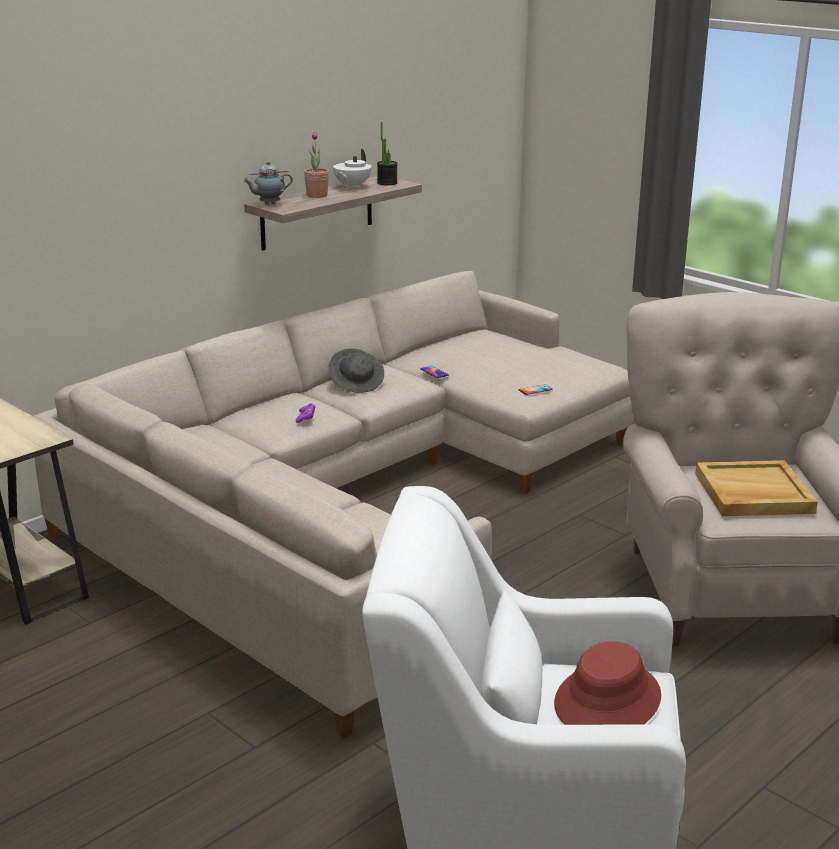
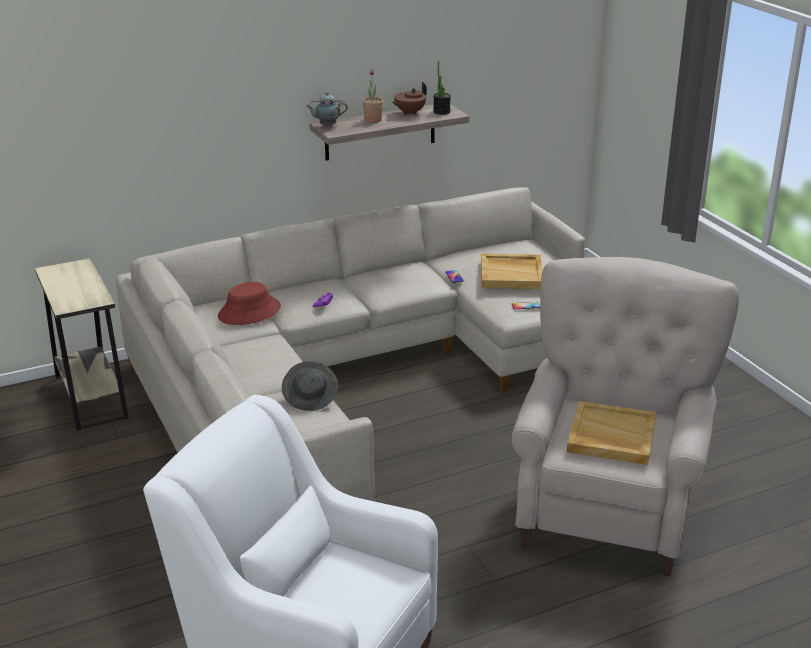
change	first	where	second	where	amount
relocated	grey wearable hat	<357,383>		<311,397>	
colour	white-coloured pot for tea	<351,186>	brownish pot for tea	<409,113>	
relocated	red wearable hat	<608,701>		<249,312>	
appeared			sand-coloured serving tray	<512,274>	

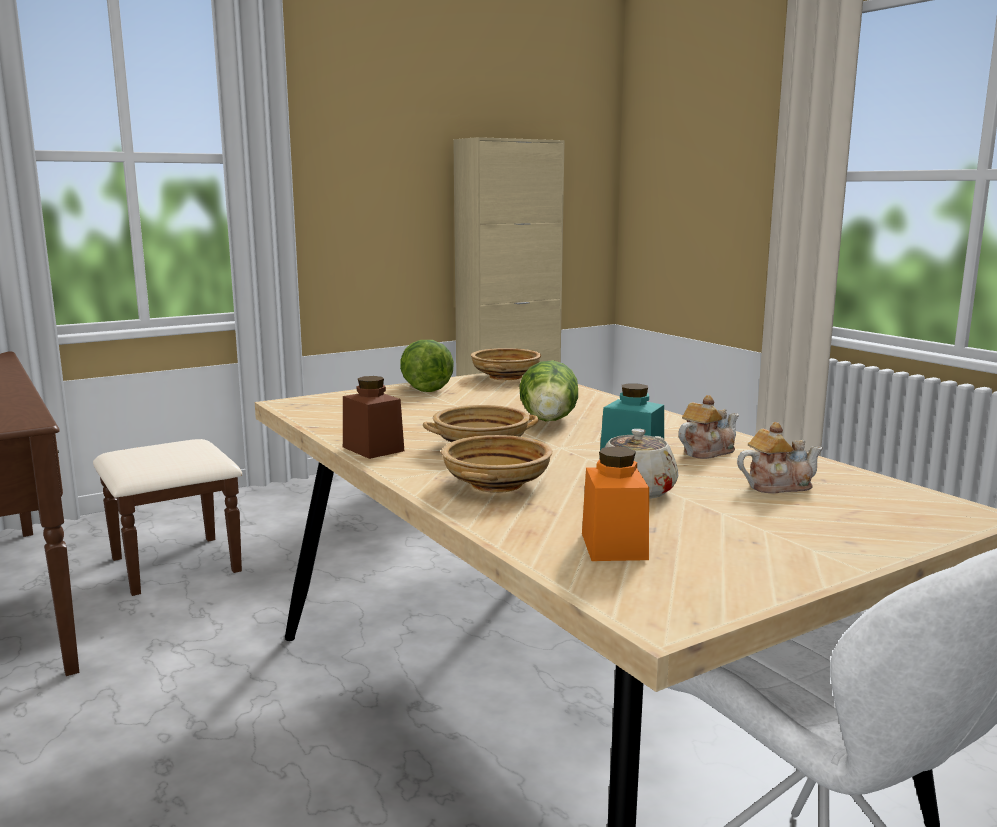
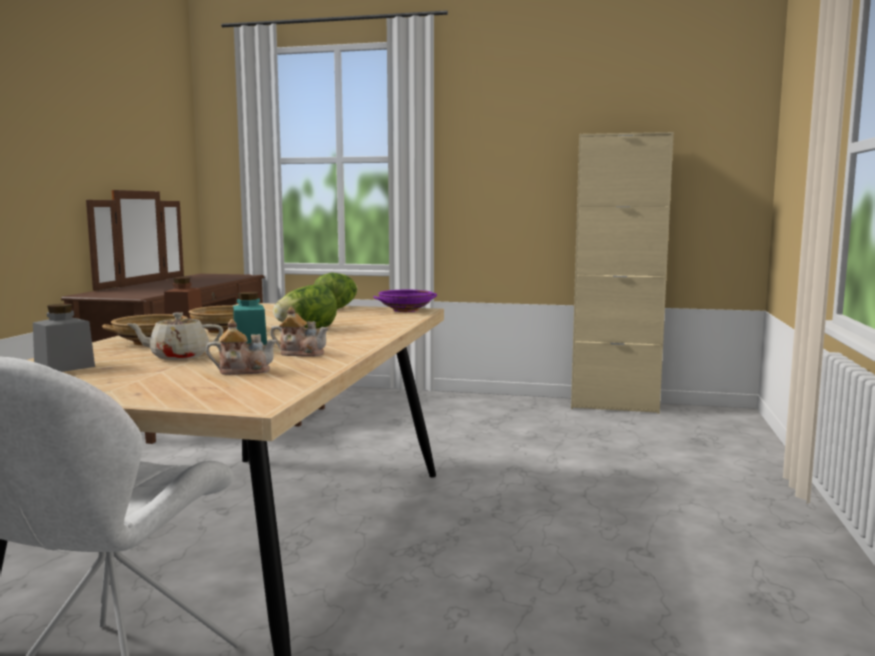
change	first	where	second	where	amount
colour	sand-coloured serving bowl	<506,377>	purple-coloured serving bowl	<405,310>	
colour	orangey preserve jar	<614,546>	grey preserve jar	<64,367>	
spun	pot for tea	<777,486>		<243,371>	45 degrees counterclockwise

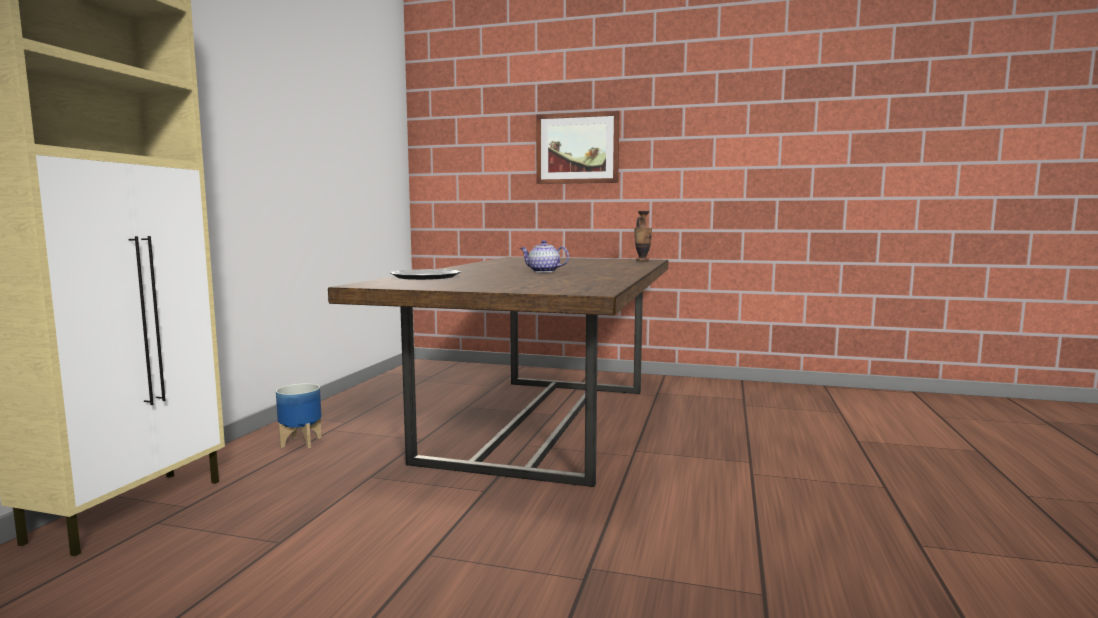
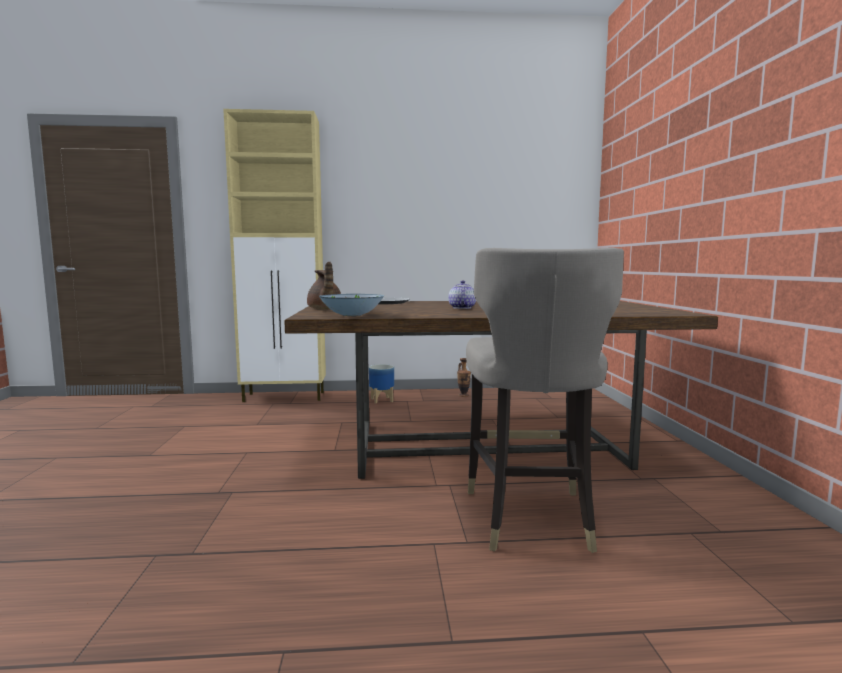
change	first	where	second	where	amount
missing	picture	<577,148>			
relocated	vase	<642,260>		<463,395>	
appeared			brownish pot for tea	<324,309>	
appeared			serving bowl	<352,315>	
appeared			grey sitting stool	<530,519>	

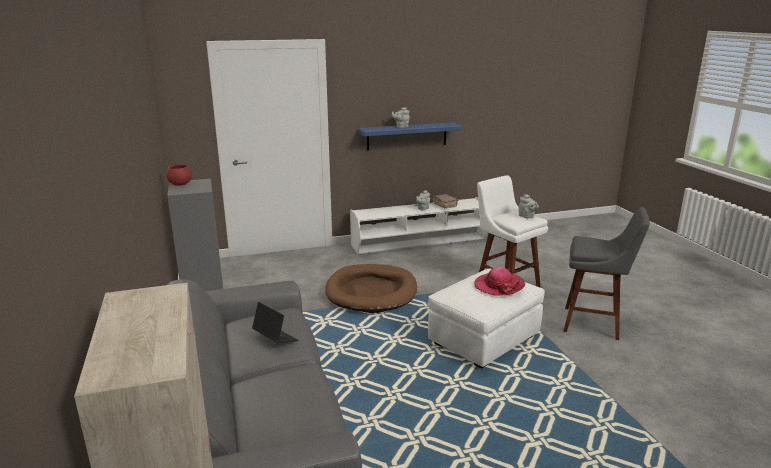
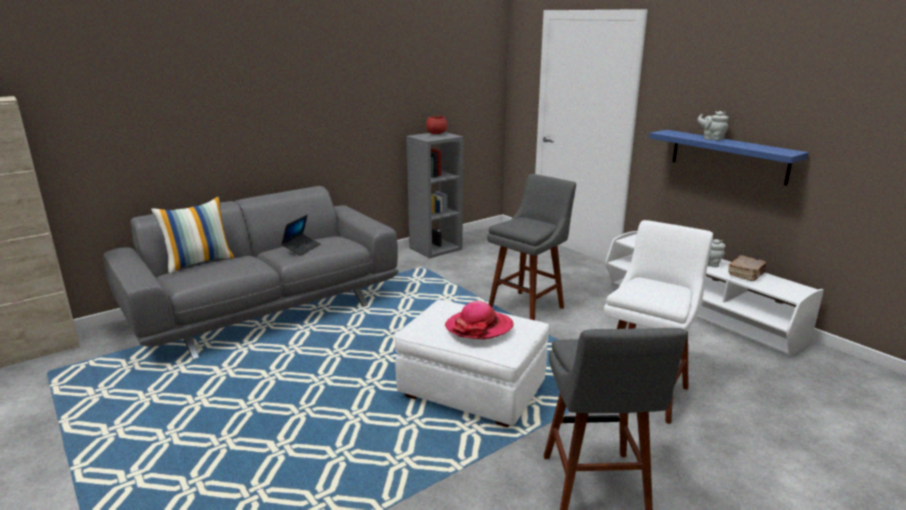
change	first	where	second	where	amount
exchanged	brownish dog cushion	<371,292>	grey sitting stool	<528,307>	
missing	grey pot for tea	<527,216>			
appeared			pillow	<199,262>	

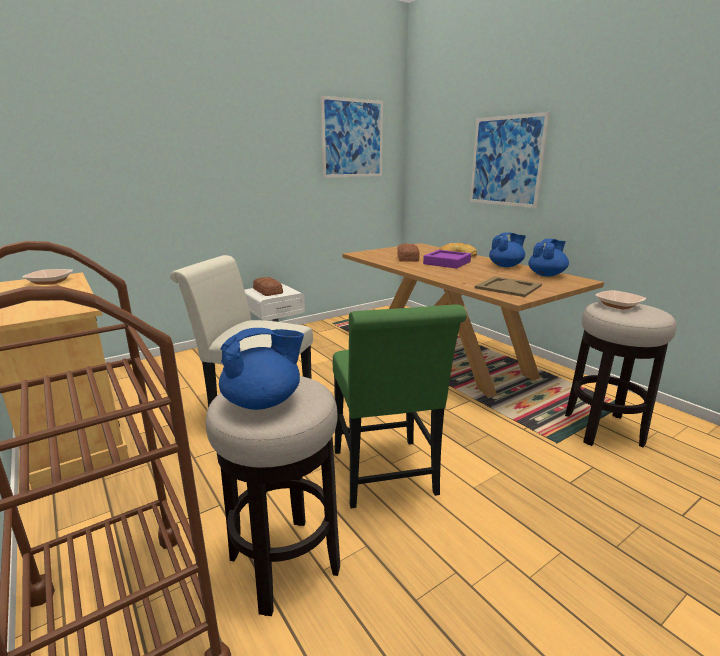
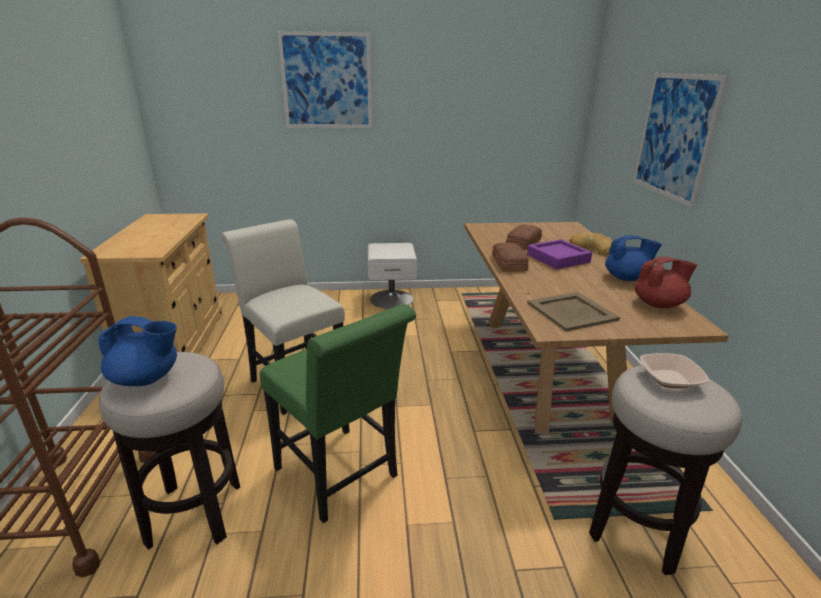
change	first	where	second	where	amount
missing	serving bowl	<50,282>			
relocated	bread	<267,291>		<508,263>	
relocated	picture	<352,138>		<327,81>	
spun	greenish chair	<386,477>		<341,477>	60 degrees counterclockwise
colour	blue-coloured pot for tea	<546,275>	red pot for tea	<659,304>	

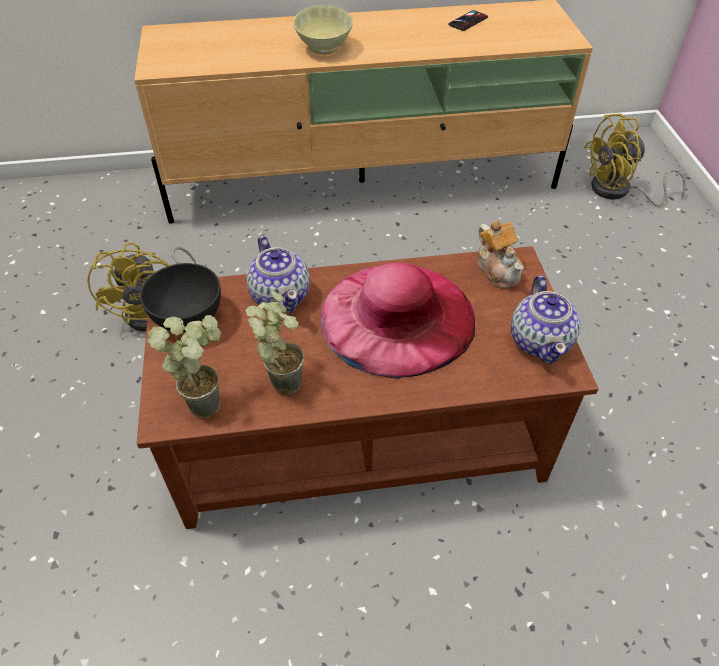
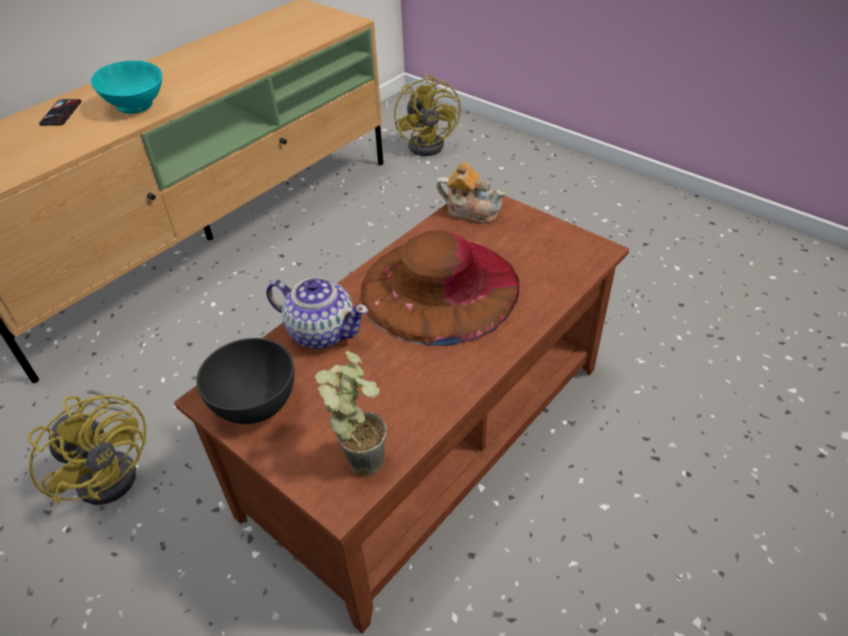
change	first	where	second	where	amount
missing	plant in a pot	<281,378>			
colour	sand-coloured serving bowl	<323,48>	turquoise-coloured serving bowl	<135,107>	
colour	pinkish wearable hat	<397,317>	brownish wearable hat	<439,287>	
relocated	telephone	<468,21>		<61,113>	
missing	pot for tea	<540,341>			
spun	yellow-coloured cooling fan	<618,192>		<431,144>	45 degrees counterclockwise

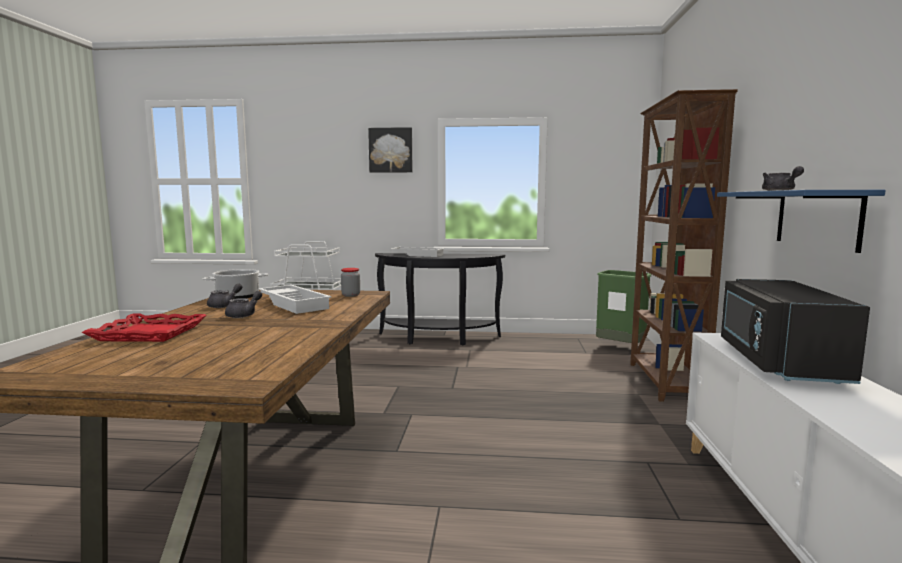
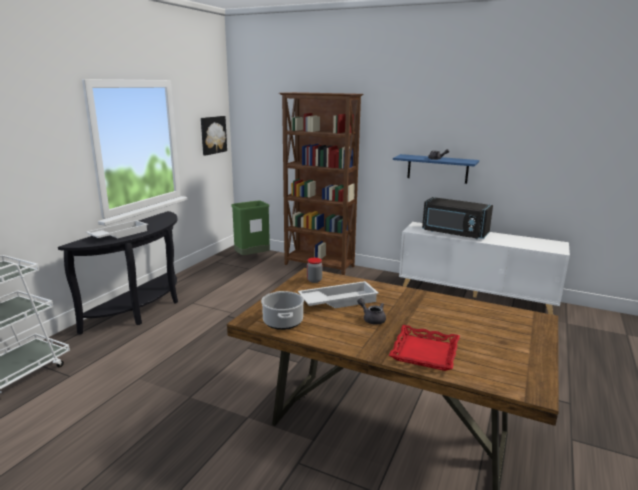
change	first	where	second	where	amount
missing	grey pot for tea	<225,305>			
relocated	picture	<391,150>		<212,135>	

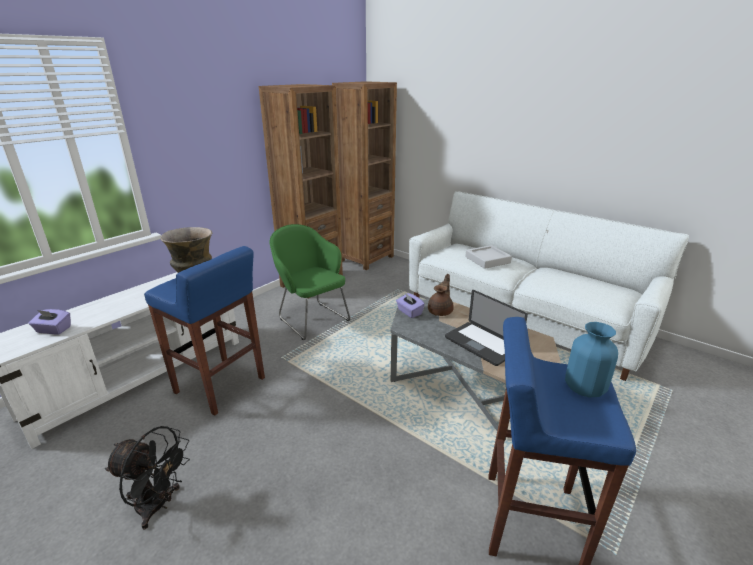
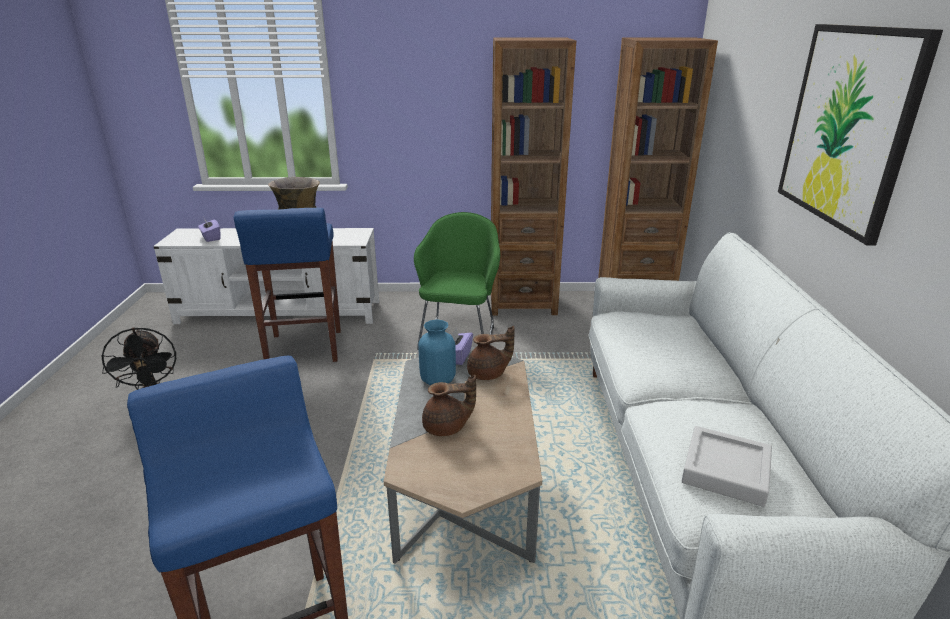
change	first	where	second	where	amount
exchanged	notebook computer	<481,344>	brownish pot for tea	<447,427>	
relocated	grey serving tray	<487,260>		<725,471>	
relocated	blue-coloured vase	<584,388>		<437,379>	
appeared			picture	<848,127>	

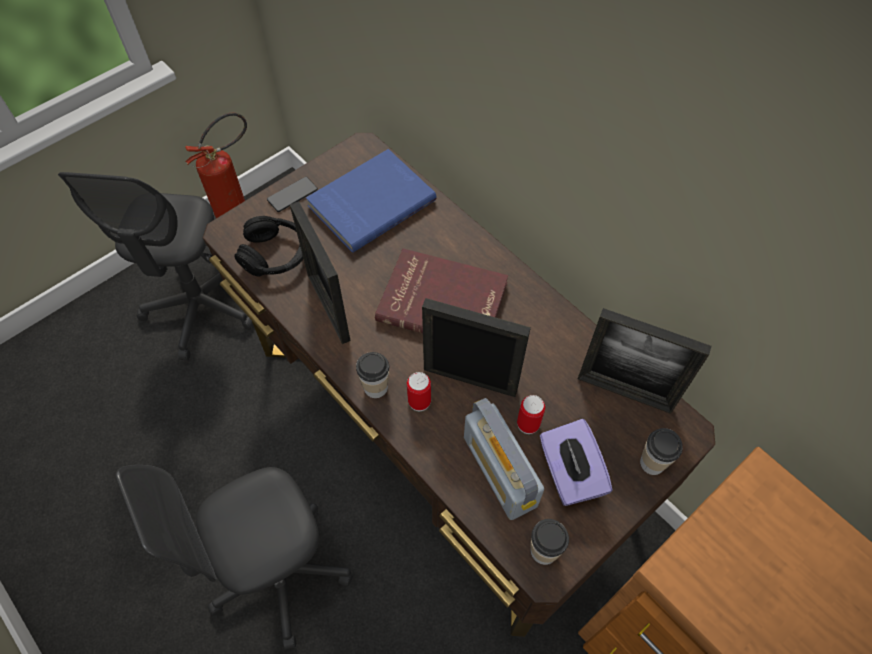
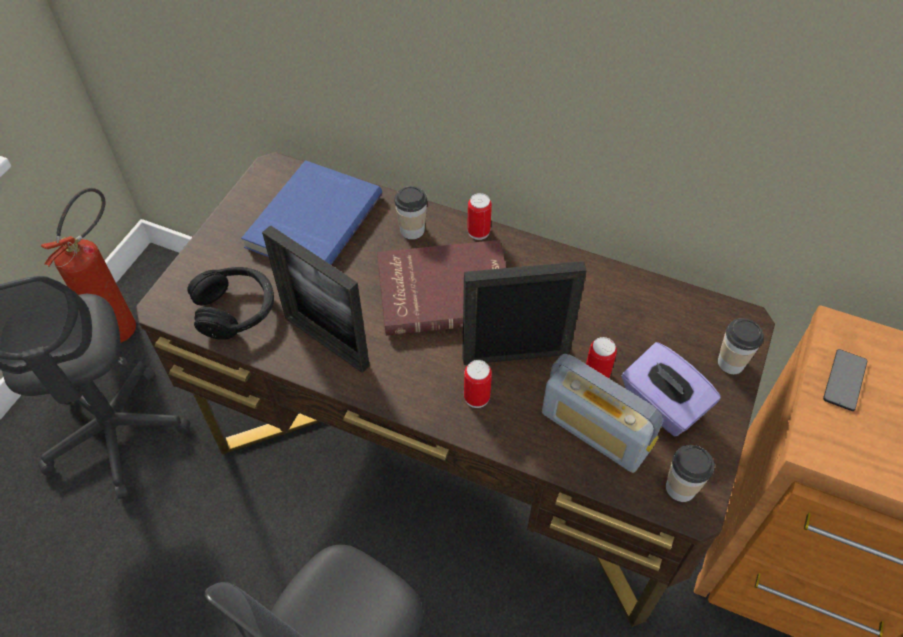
change	first	where	second	where	amount
relocated	telephone	<292,195>		<844,380>	
relocated	cup	<375,387>		<412,230>	
missing	photo frame	<624,392>			
appeared			metal can	<478,231>	

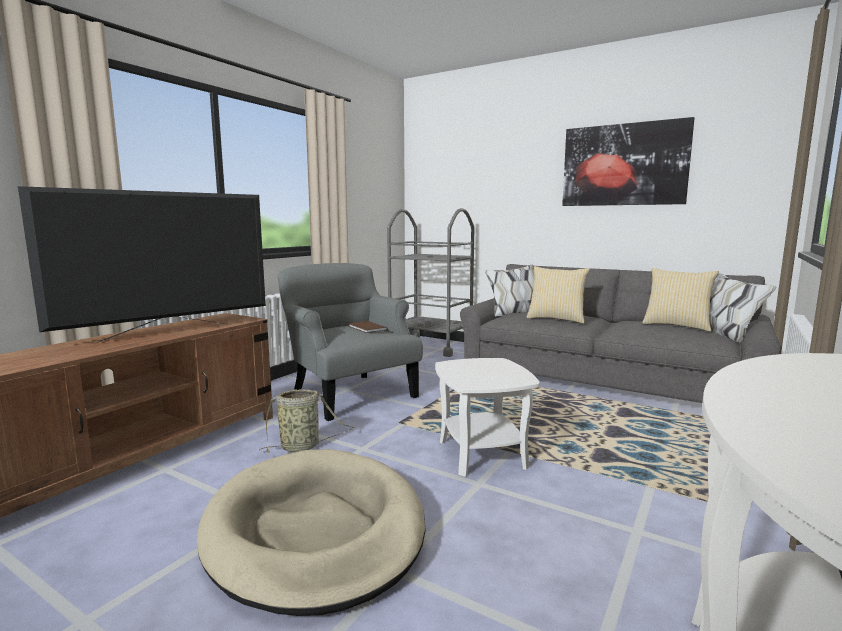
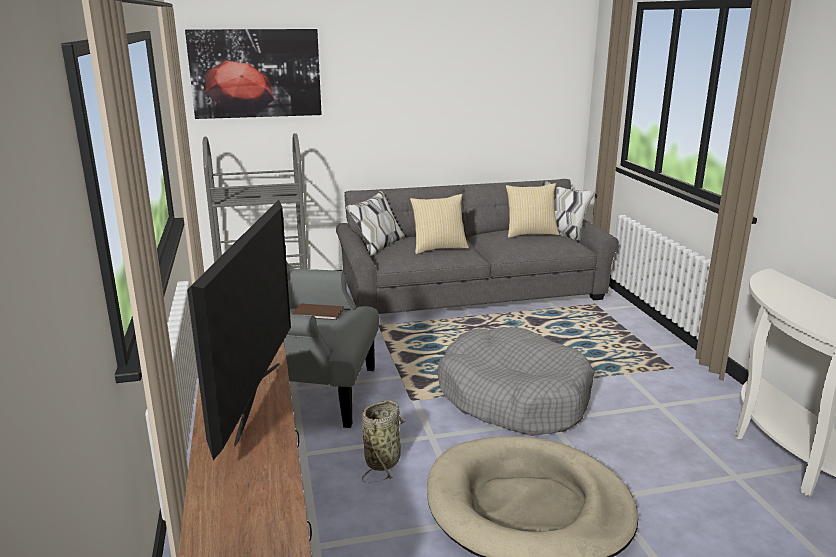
change	first	where	second	where	amount
exchanged	white-coloured end table	<482,454>	grey dog cushion	<513,397>	
relocated	picture	<624,165>		<256,73>	

